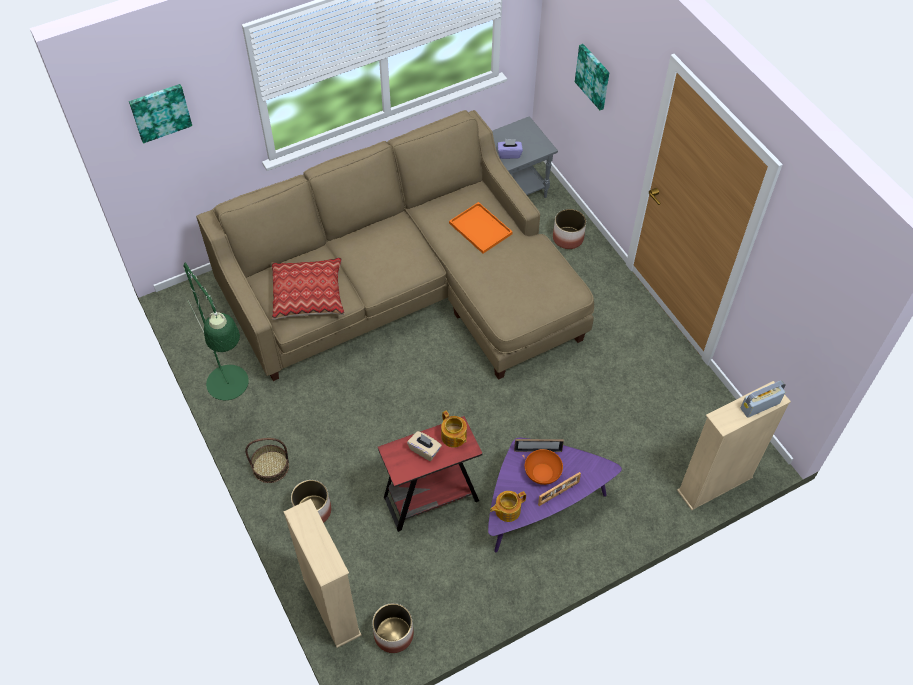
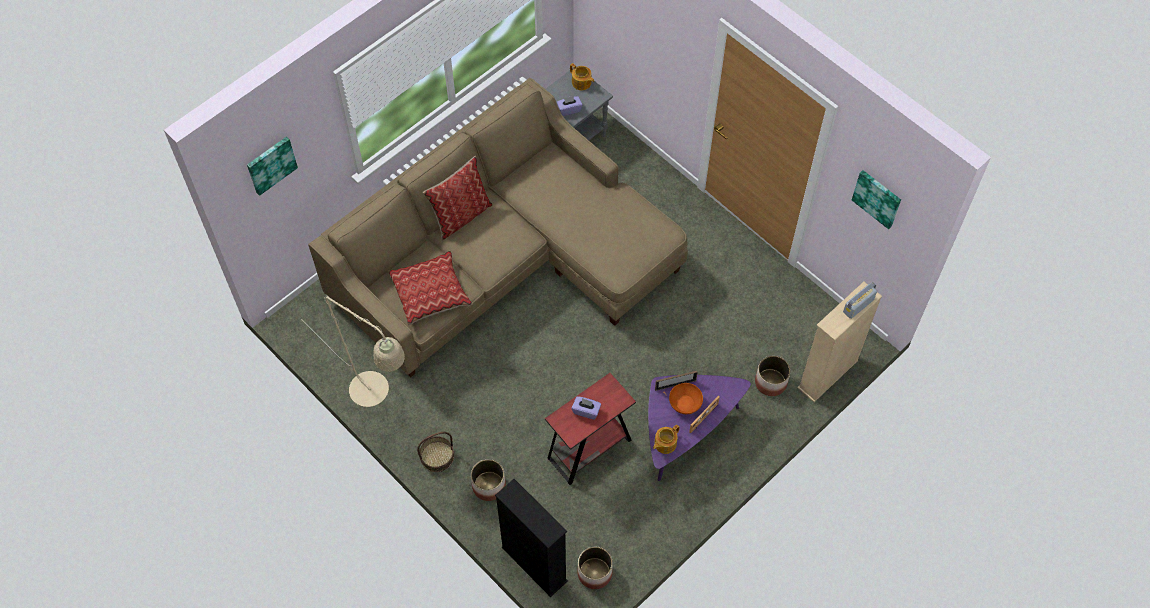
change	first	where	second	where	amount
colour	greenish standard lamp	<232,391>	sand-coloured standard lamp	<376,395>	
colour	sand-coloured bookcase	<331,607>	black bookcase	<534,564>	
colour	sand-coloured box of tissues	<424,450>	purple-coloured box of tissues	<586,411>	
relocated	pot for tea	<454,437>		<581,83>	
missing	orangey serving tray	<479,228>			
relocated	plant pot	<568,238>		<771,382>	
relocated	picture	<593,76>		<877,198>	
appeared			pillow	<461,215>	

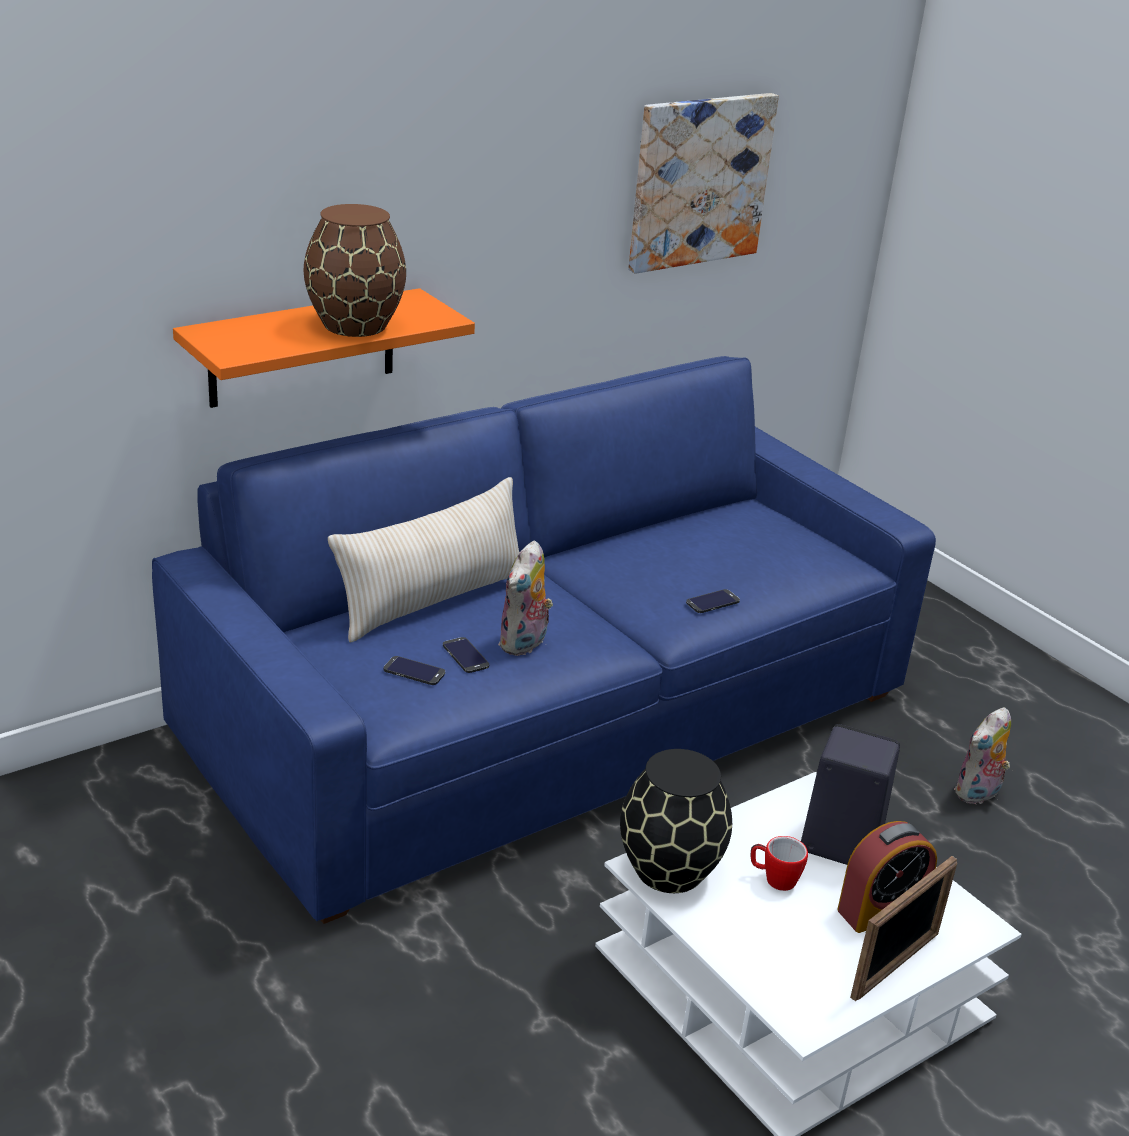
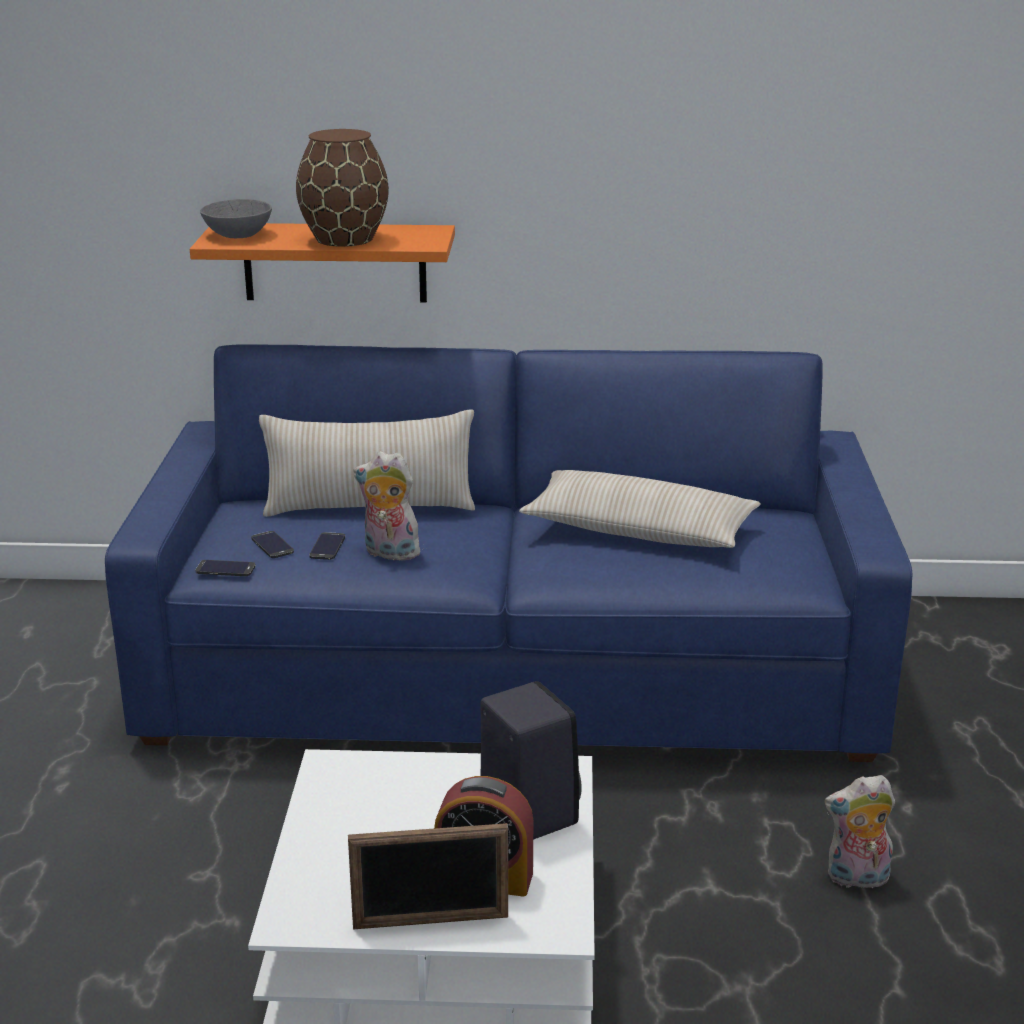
change	first	where	second	where	amount
spun	plush toy	<524,644>		<389,553>	45 degrees clockwise
missing	black vase	<670,871>			
missing	picture	<699,181>			
relocated	telephone	<713,602>		<225,569>	
missing	coffee mug	<774,879>			
appeared			grey serving bowl	<239,234>	
appeared			sand-coloured pillow	<639,530>	

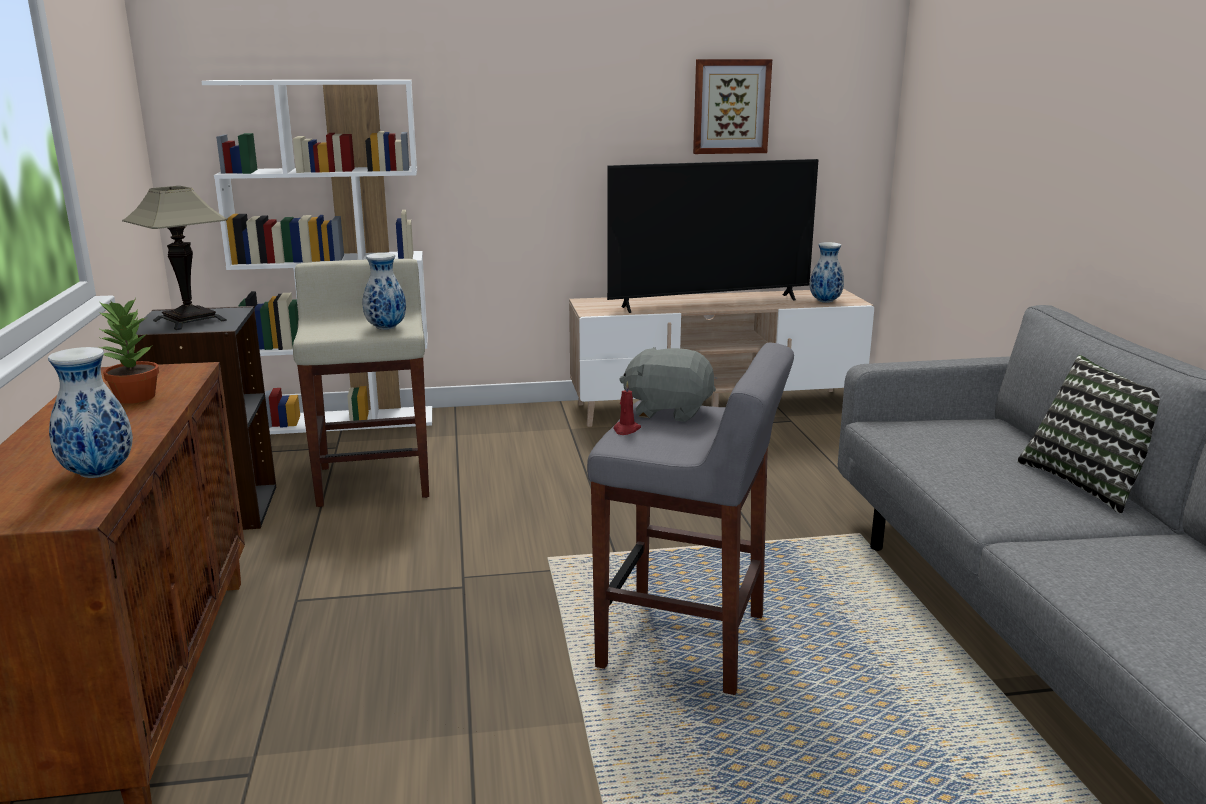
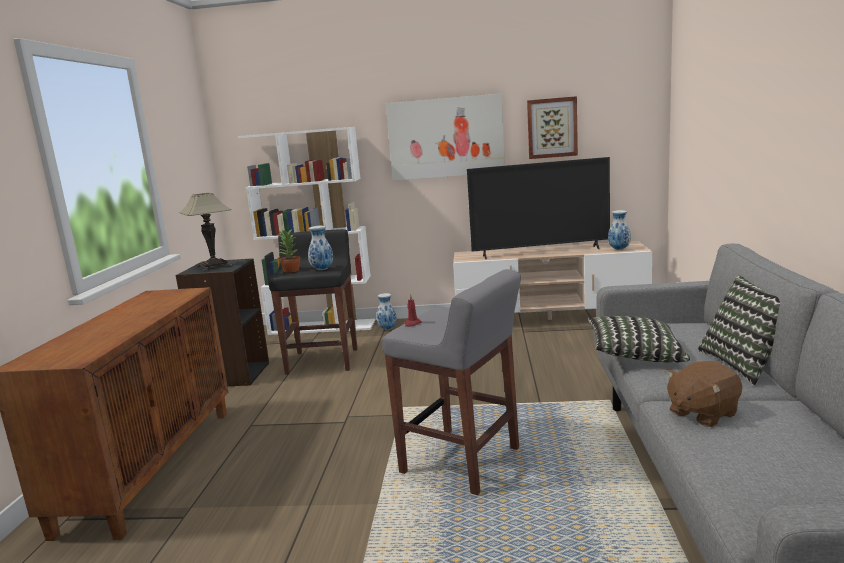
change	first	where	second	where	amount
relocated	vase	<98,474>		<387,329>	
relocated	plant in a pot	<134,397>		<290,270>	
colour	sand-coloured sitting stool	<374,481>	black sitting stool	<323,360>	
missing	grey plush toy	<669,411>			
appeared			picture	<446,137>	
appeared			pillow	<634,355>	
appeared			brownish plush toy	<702,413>	

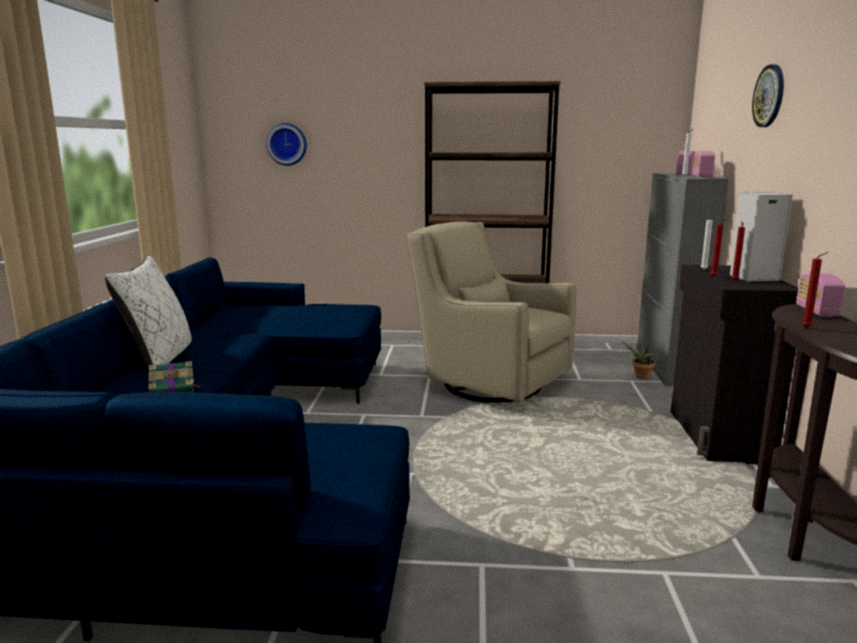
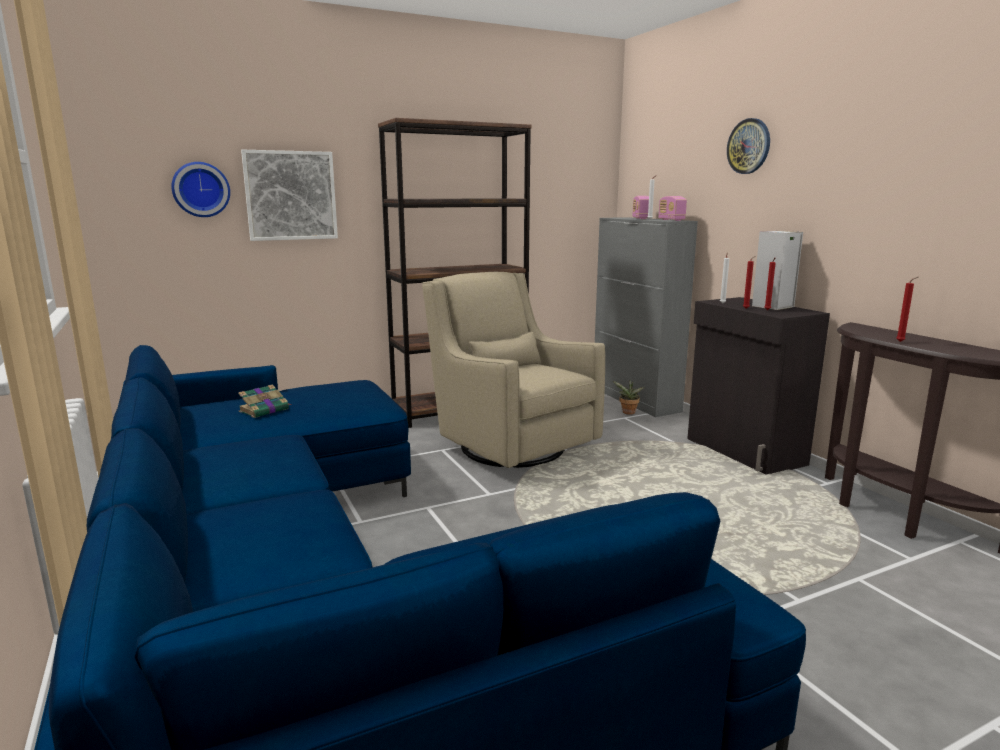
change	first	where	second	where	amount
missing	white-coloured pillow	<160,358>			
relocated	book	<174,388>		<265,410>	
spun	sand-coloured easy chair	<488,383>		<509,445>	45 degrees clockwise
missing	radio	<816,311>			
appeared			picture	<290,195>	

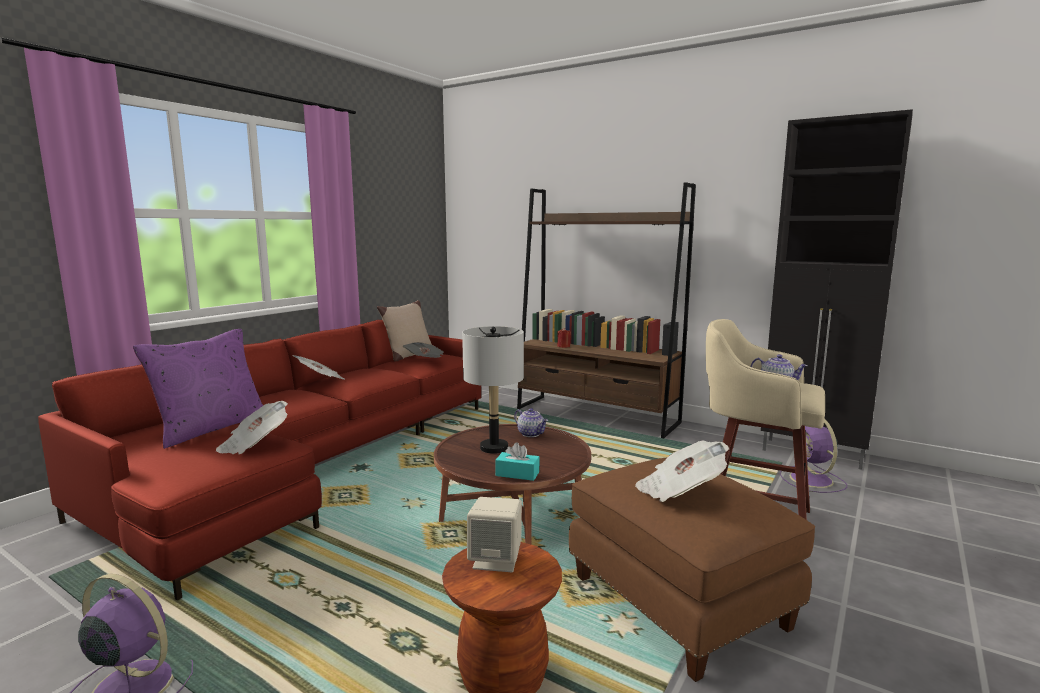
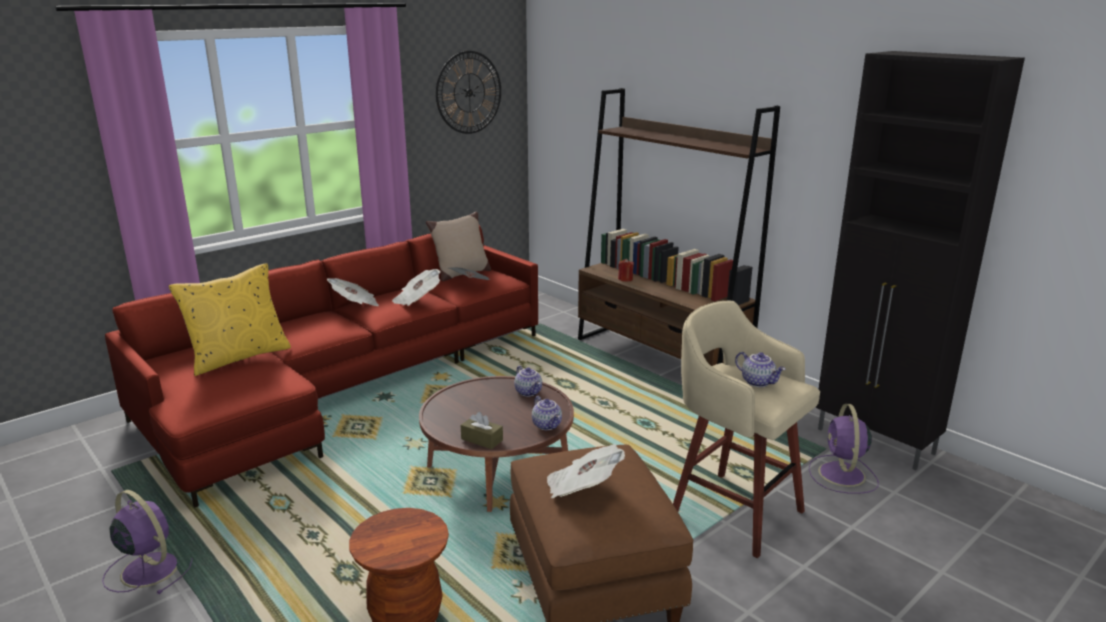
change	first	where	second	where	amount
colour	purple-coloured pillow	<211,429>	yellow-coloured pillow	<238,357>	
relocated	printed paper	<254,445>		<417,300>	
missing	grey lamp for a table	<493,448>			
missing	sand-coloured audio speaker	<496,560>			
colour	turquoise-coloured box of tissues	<517,474>	brownish box of tissues	<482,439>	
appeared			hanging clock	<469,92>	
appeared			pot for tea	<547,425>	

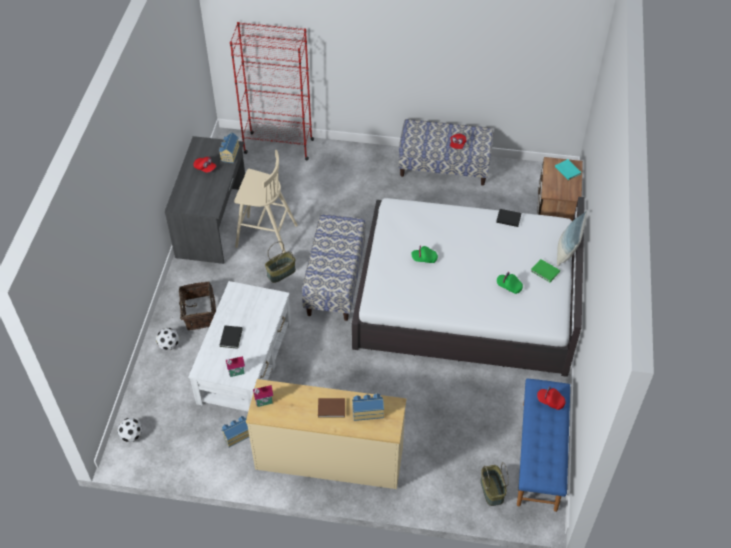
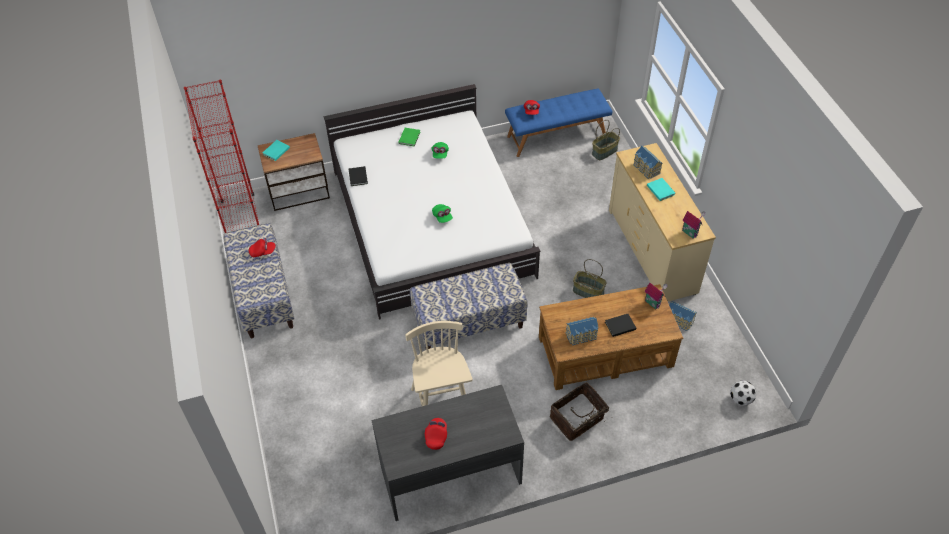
change	first	where	second	where	amount
missing	football ball	<169,345>			
colour	white-coloured lounge table	<245,361>	brownish lounge table	<604,351>	
relocated	miniature house	<229,154>		<582,336>	
relocated	red bookcase	<278,146>		<242,223>	
relocated	storage basket	<281,273>		<588,291>	
colour	brownish book	<332,409>	turquoise-coloured book	<660,189>	
missing	pillow	<567,251>			

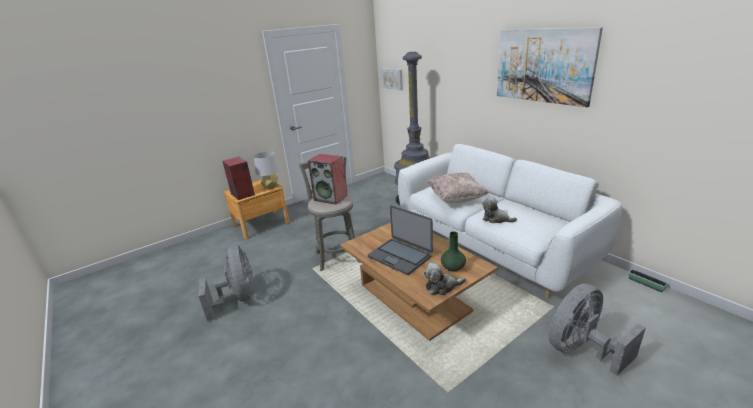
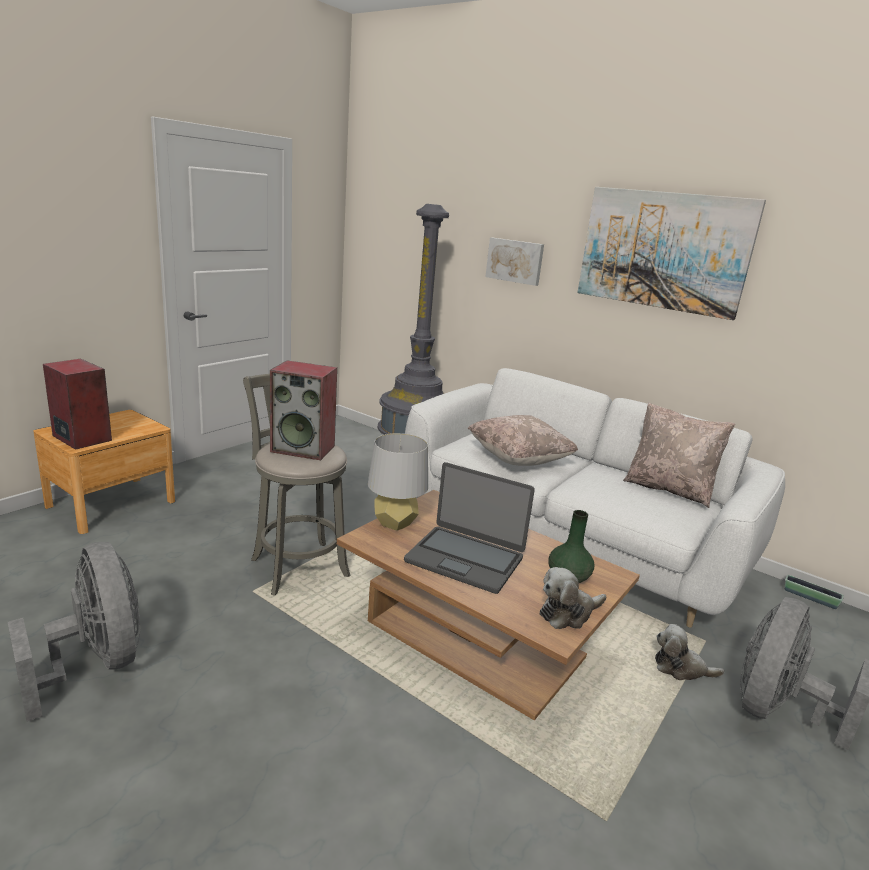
change	first	where	second	where	amount
relocated	grey lamp for a table	<271,187>		<395,523>	
relocated	picture	<393,78>		<515,261>	
relocated	plush toy	<496,219>		<680,668>	
appeared			sand-coloured pillow	<668,489>	

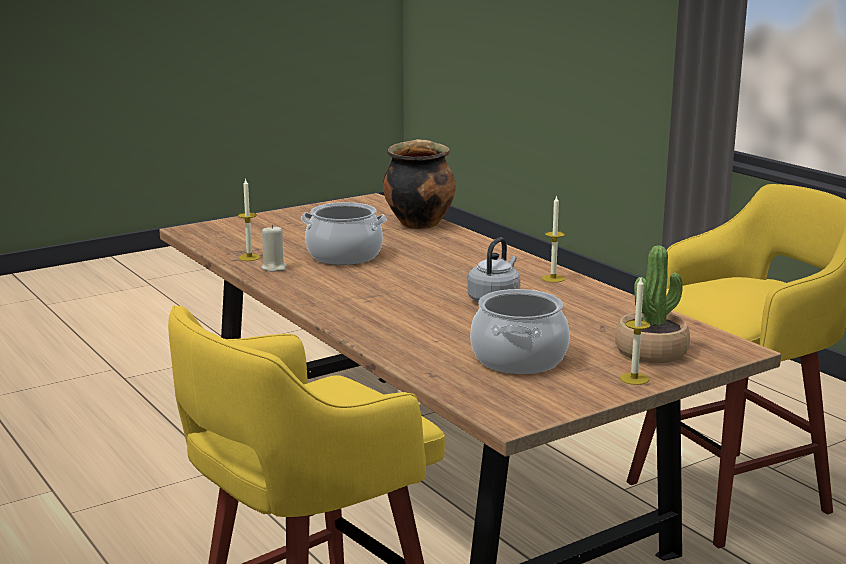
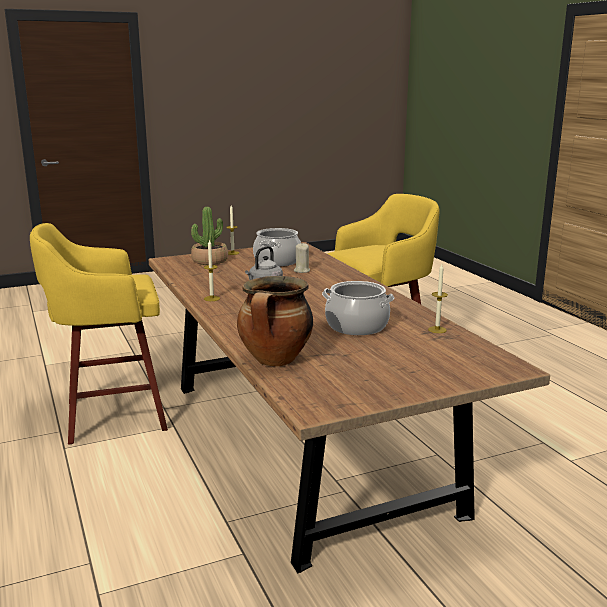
change	first	where	second	where	amount
relocated	sand-coloured candle	<274,268>		<301,271>	

